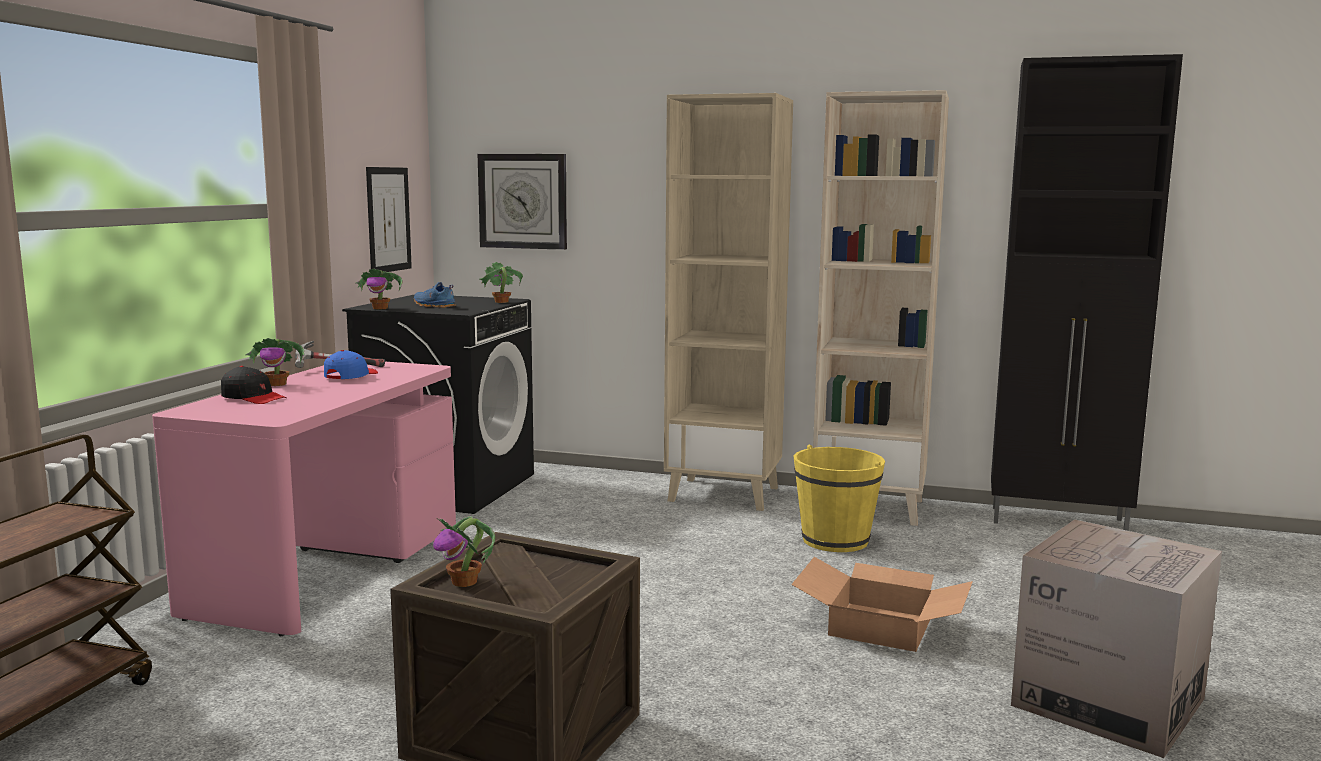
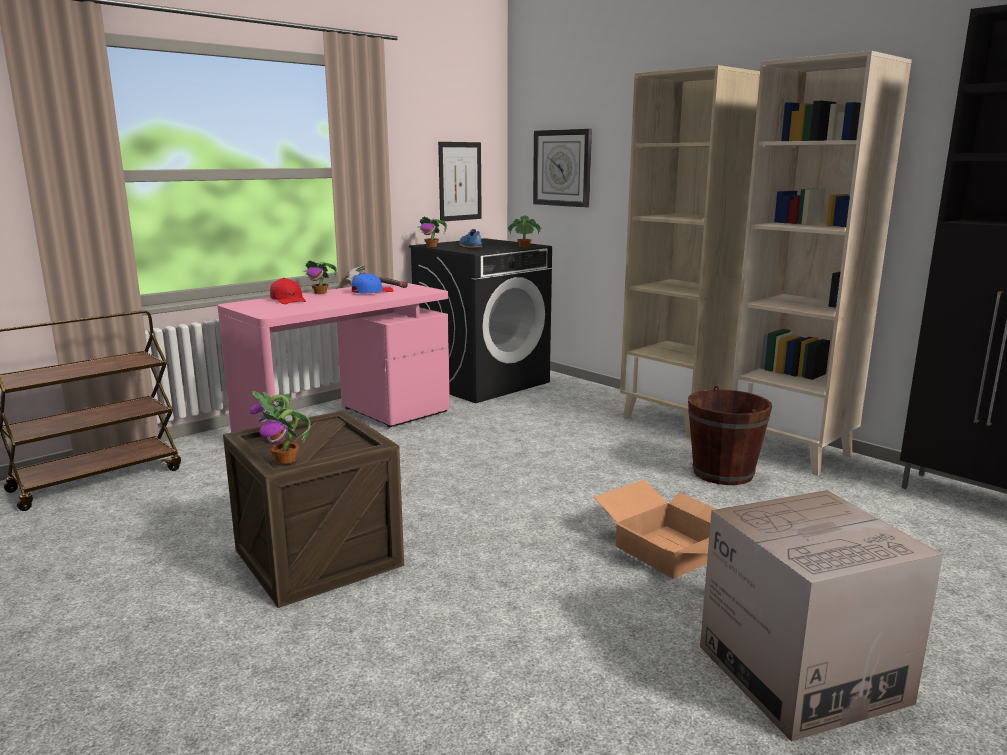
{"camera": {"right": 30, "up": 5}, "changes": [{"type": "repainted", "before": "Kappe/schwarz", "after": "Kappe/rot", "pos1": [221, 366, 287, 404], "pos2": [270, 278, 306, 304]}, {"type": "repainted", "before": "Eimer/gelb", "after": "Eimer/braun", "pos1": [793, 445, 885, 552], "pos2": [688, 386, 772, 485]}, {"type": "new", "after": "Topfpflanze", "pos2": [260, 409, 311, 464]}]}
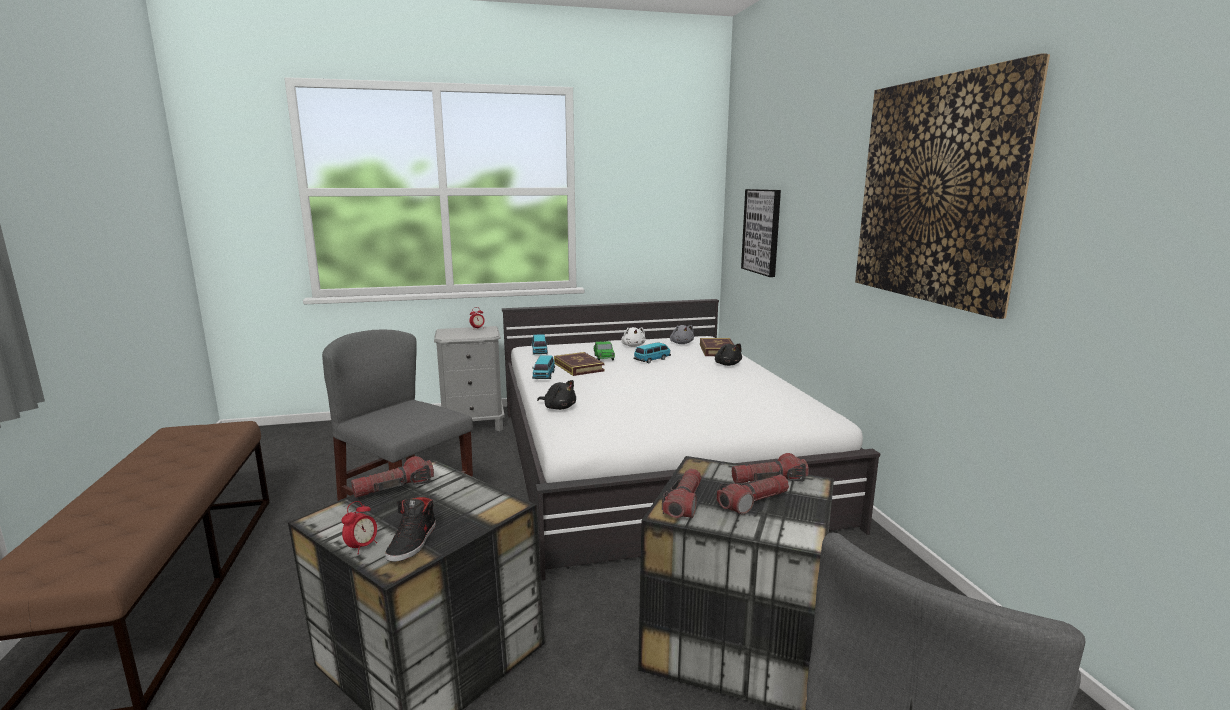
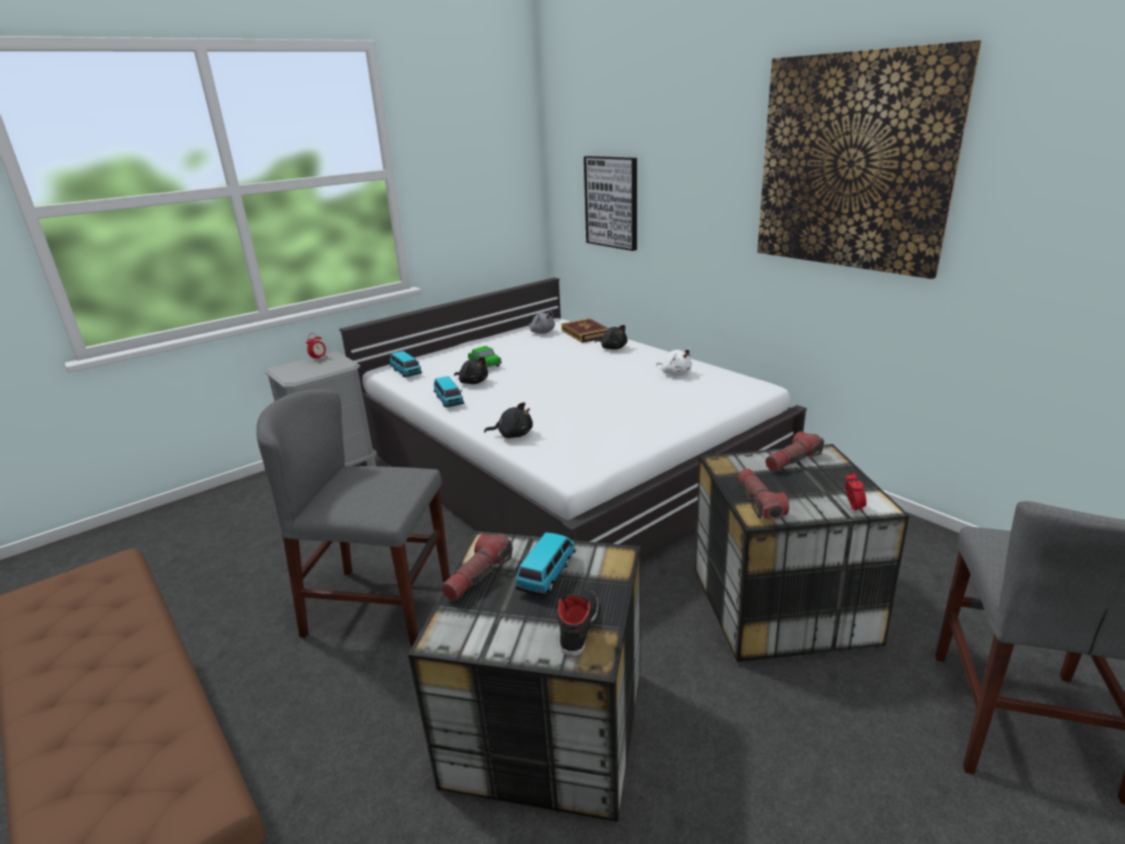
{"camera": {"right": -25, "up": 10}, "changes": [{"type": "shifted", "before": "Plüschtier/weiß", "pos1": [621, 327, 645, 347], "pos2": [656, 348, 692, 375]}, {"type": "shifted", "before": "Spielzeugauto", "pos1": [634, 342, 671, 363], "pos2": [515, 532, 576, 596]}, {"type": "swapped", "before": "Buch", "after": "Plüschtier/schwarz", "pos1": [554, 352, 605, 376], "pos2": [454, 357, 488, 384]}, {"type": "gone", "before": "Taschenlampe", "pos1": [717, 475, 789, 515]}, {"type": "rotated", "before": "Schuh/schwarz", "pos1": [385, 497, 436, 562], "pos2": [555, 590, 598, 657], "turn": -150}, {"type": "shifted", "before": "Wecker", "pos1": [341, 501, 377, 554], "pos2": [845, 471, 867, 514]}]}
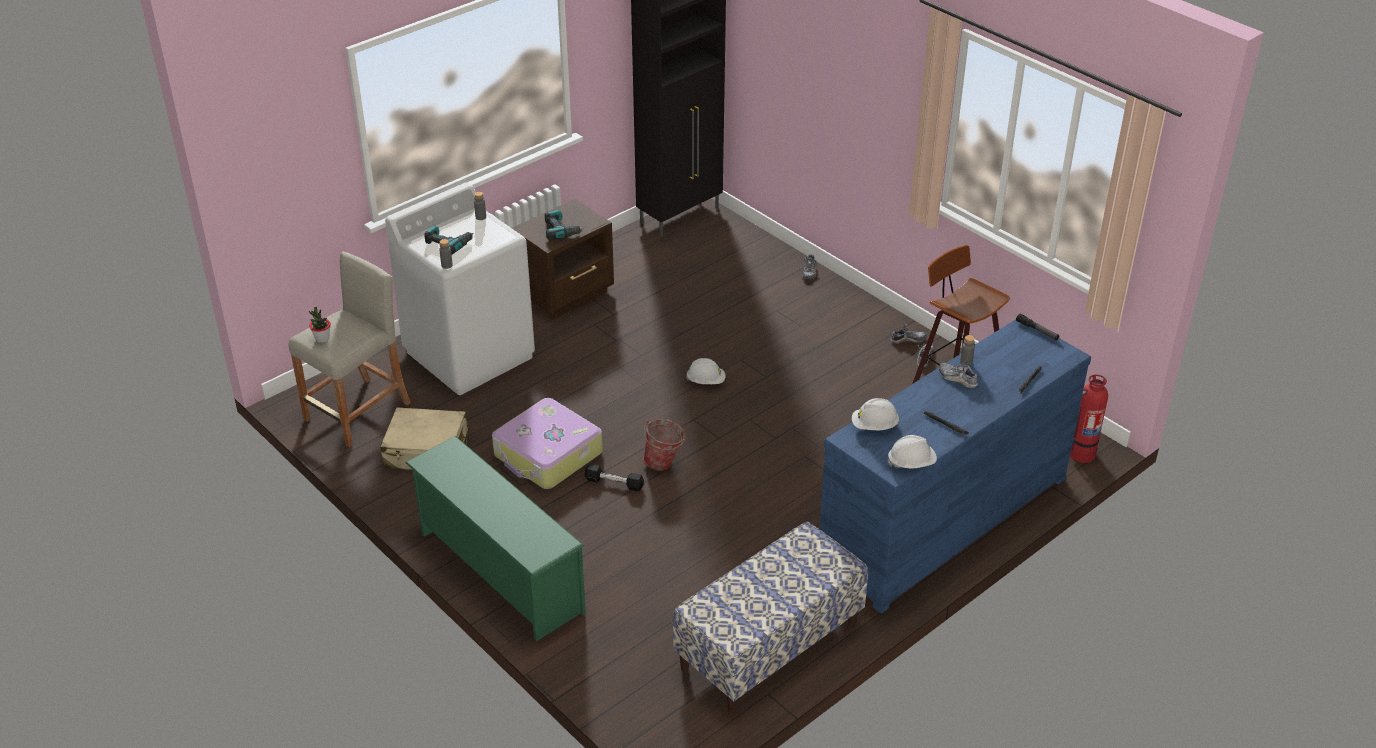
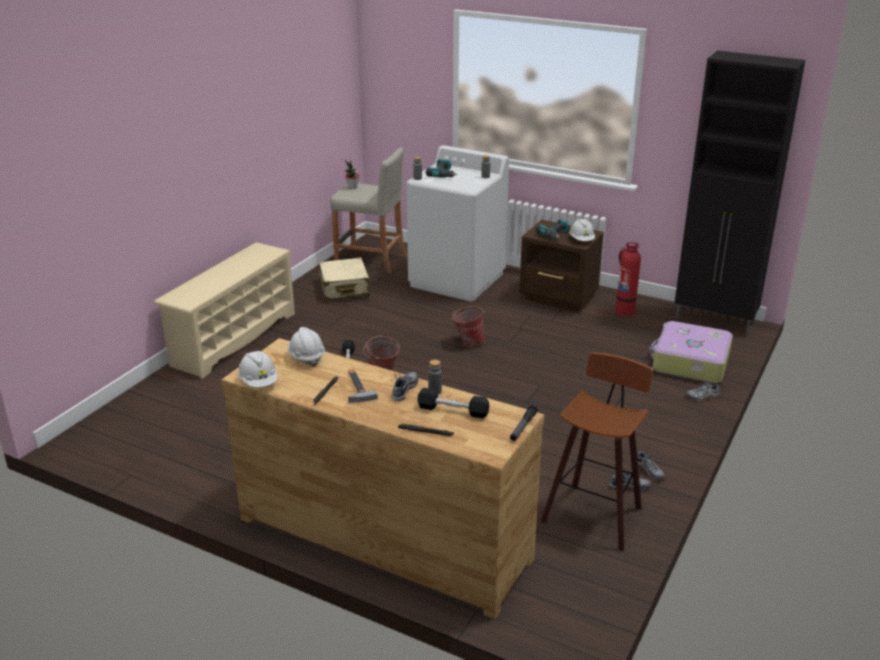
{"camera": {"right": 70, "up": -10}, "changes": [{"type": "repainted", "before": "Kommode/blau", "after": "Kommode/braun", "pos1": [819, 319, 1091, 613], "pos2": [221, 338, 544, 619]}, {"type": "shifted", "before": "Schutzhelm/weiß", "pos1": [686, 358, 726, 384], "pos2": [569, 219, 595, 241]}, {"type": "shifted", "before": "Feuerlöscher", "pos1": [1070, 375, 1108, 463], "pos2": [615, 242, 641, 316]}, {"type": "shifted", "before": "Koffer", "pos1": [492, 398, 603, 489], "pos2": [649, 321, 733, 383]}, {"type": "repainted", "before": "Schuhregal/grün", "after": "Schuhregal/beige", "pos1": [405, 436, 586, 642], "pos2": [153, 242, 295, 379]}, {"type": "gone", "before": "Bank", "pos1": [673, 522, 868, 714]}, {"type": "new", "after": "Eimer", "pos2": [451, 306, 485, 347]}, {"type": "new", "after": "Hammer", "pos2": [348, 368, 378, 402]}, {"type": "new", "after": "Hantel/schwarz", "pos2": [417, 388, 489, 418]}]}
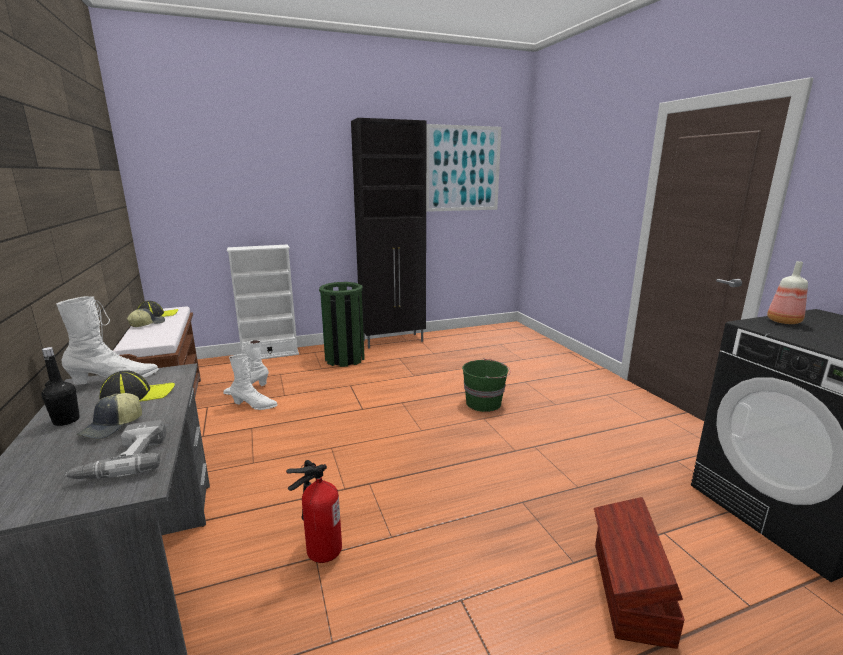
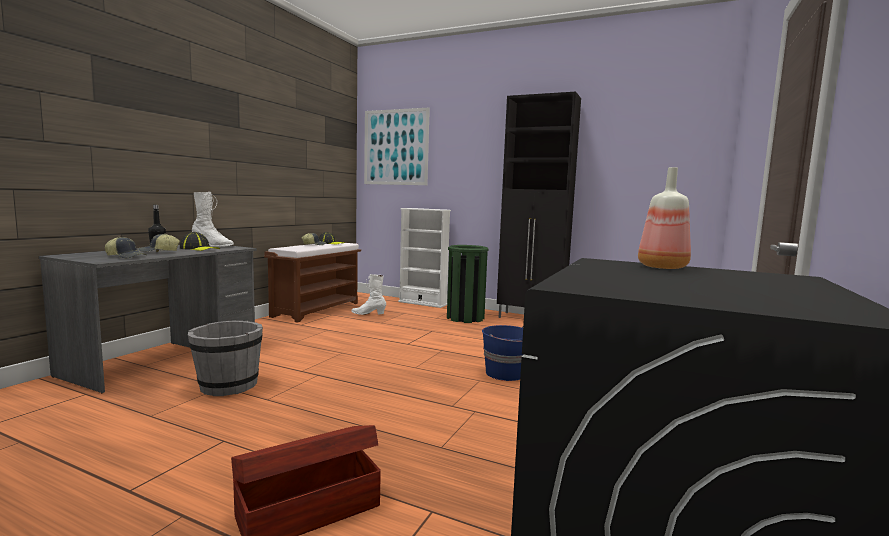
{"camera": {"right": 45, "up": -10}, "changes": [{"type": "shifted", "before": "Bild", "pos1": [426, 124, 501, 212], "pos2": [364, 108, 430, 185]}, {"type": "gone", "before": "Stiefel/weiß", "pos1": [229, 354, 278, 410]}, {"type": "repainted", "before": "Eimer/grün", "after": "Eimer/blau", "pos1": [462, 358, 511, 412], "pos2": [482, 325, 524, 381]}, {"type": "swapped", "before": "Bohrmaschine", "after": "Kappe", "pos1": [65, 421, 167, 479], "pos2": [105, 237, 147, 258]}, {"type": "swapped", "before": "Feuerlöscher", "after": "Eimer/grau", "pos1": [286, 460, 342, 563], "pos2": [188, 321, 263, 396]}]}
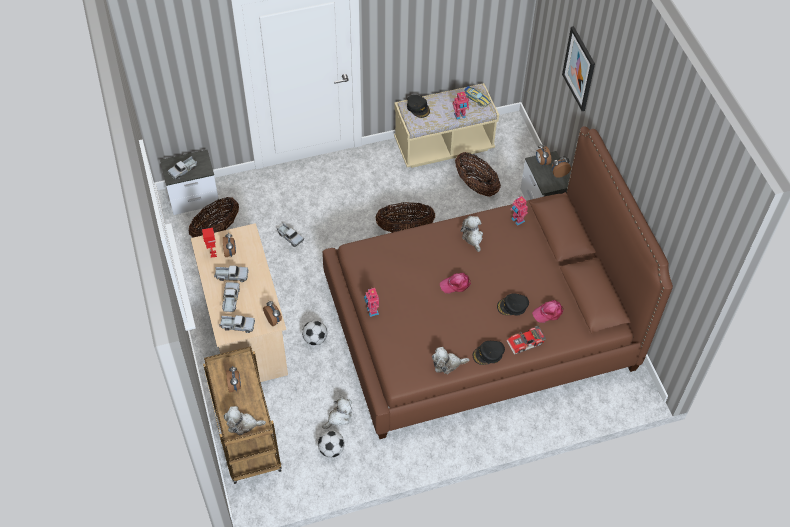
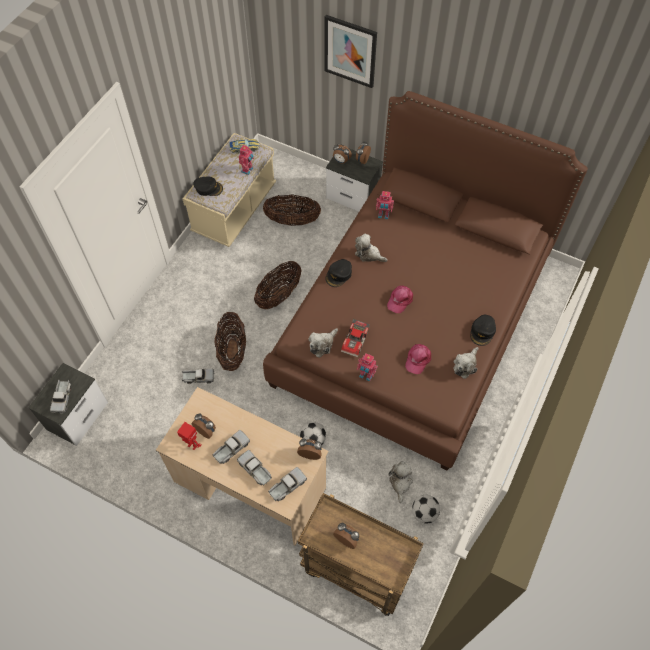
{"camera": {"right": -45, "up": 5}, "changes": [{"type": "shifted", "before": "Korb", "pos1": [189, 197, 239, 238], "pos2": [214, 312, 246, 371]}, {"type": "shifted", "before": "Kappe/schwarz", "pos1": [497, 293, 529, 316], "pos2": [325, 259, 352, 287]}, {"type": "shifted", "before": "Kappe/rosa", "pos1": [532, 300, 563, 323], "pos2": [405, 344, 431, 374]}, {"type": "shifted", "before": "Spielzeugauto", "pos1": [506, 325, 546, 355], "pos2": [341, 319, 370, 357]}, {"type": "shifted", "before": "Plüschtier", "pos1": [224, 406, 266, 435], "pos2": [308, 328, 338, 358]}]}
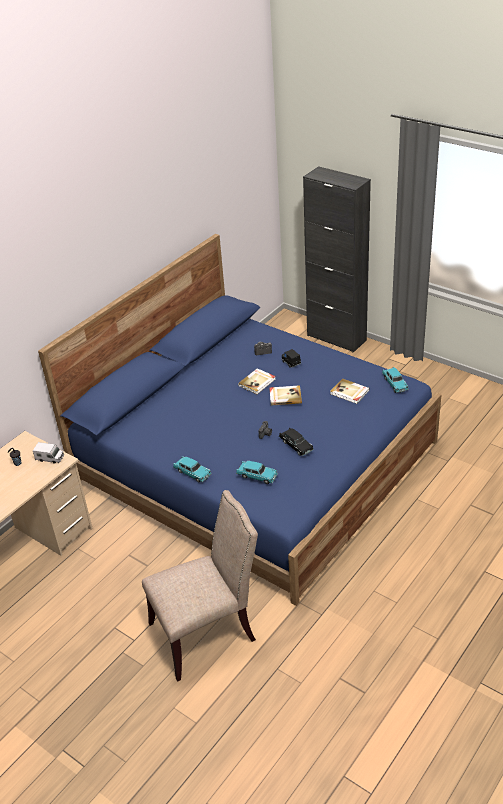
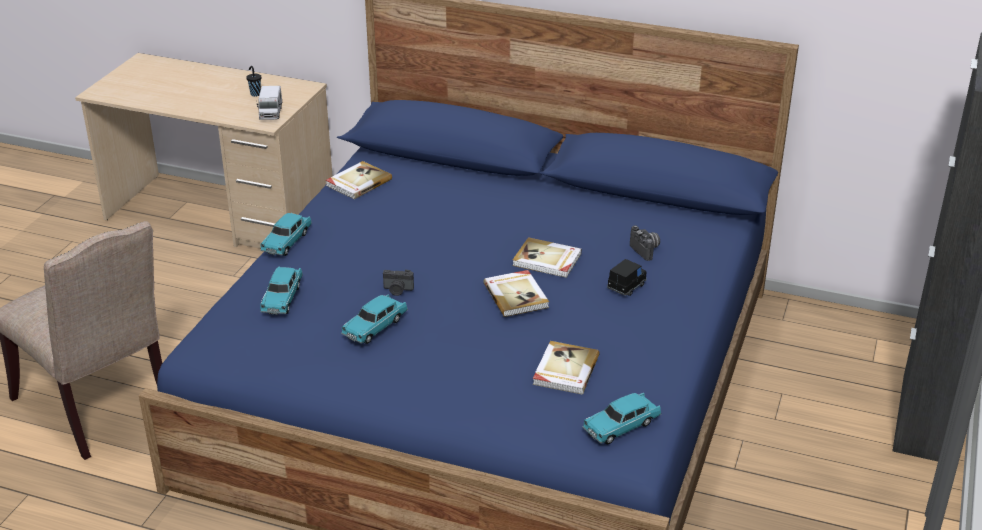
{"camera": {"right": 70, "up": -5}, "changes": [{"type": "repainted", "before": "Spielzeugauto/schwarz", "after": "Spielzeugauto/türkis", "pos1": [279, 428, 314, 456], "pos2": [341, 295, 408, 344]}, {"type": "new", "after": "Buch", "pos2": [325, 161, 392, 199]}]}
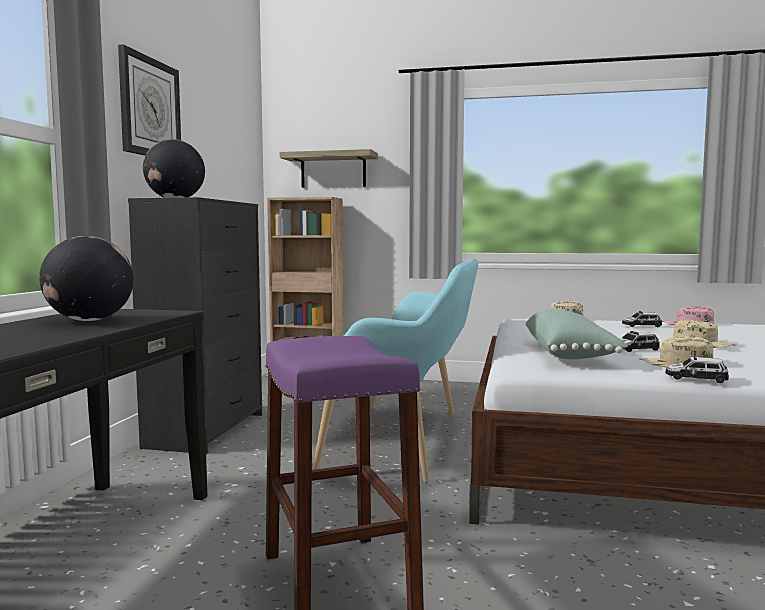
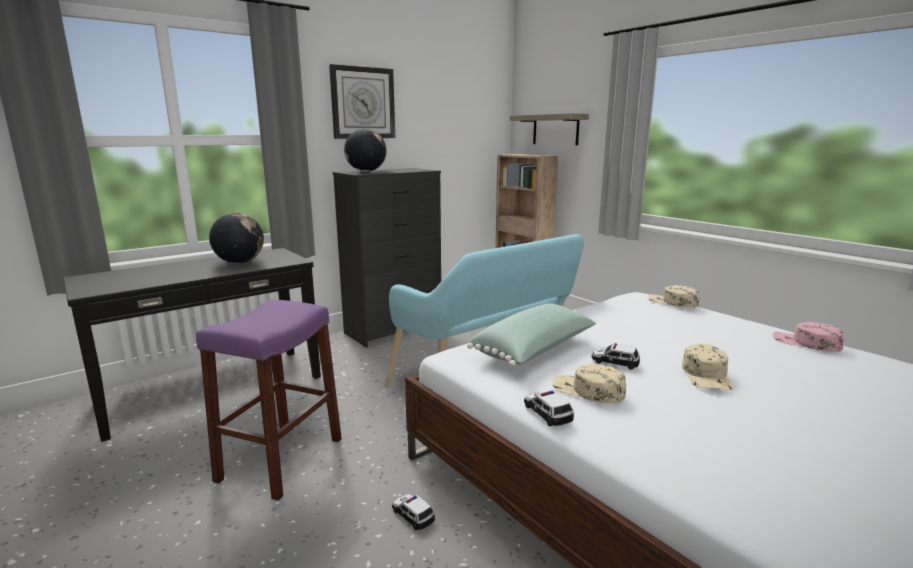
{"camera": {"right": 40, "up": 10}, "changes": [{"type": "shifted", "before": "Spielzeugauto", "pos1": [622, 311, 662, 327], "pos2": [392, 494, 435, 530]}]}
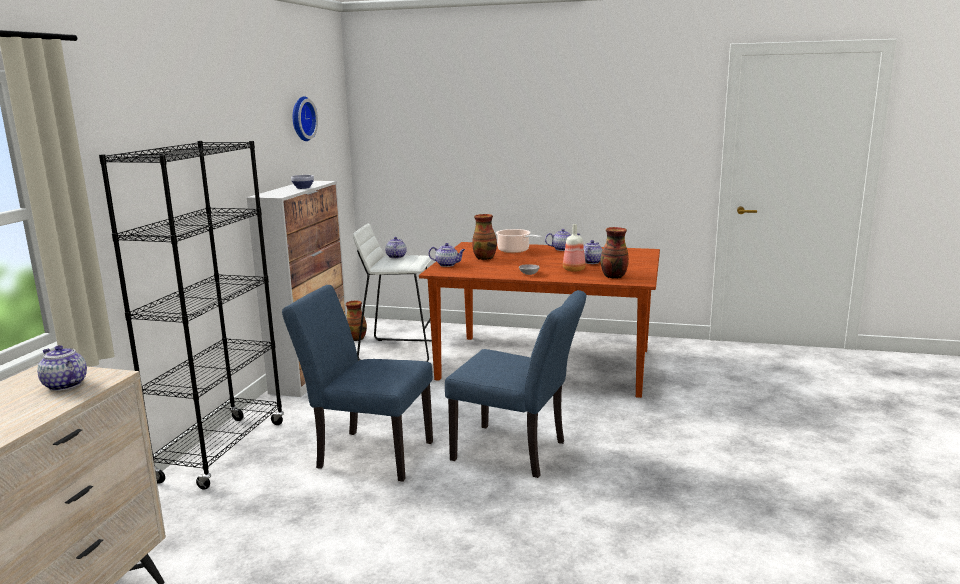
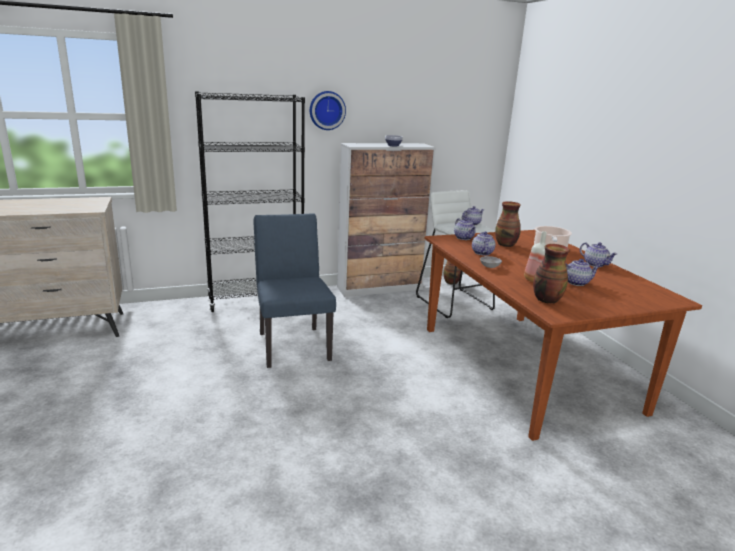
{"camera": {"right": 55, "up": 5}, "changes": [{"type": "shifted", "before": "Wanduhr", "pos1": [293, 96, 318, 141], "pos2": [310, 91, 346, 130]}, {"type": "gone", "before": "Stuhl/blau", "pos1": [445, 290, 586, 478]}, {"type": "shifted", "before": "Teekanne", "pos1": [37, 345, 87, 391], "pos2": [472, 232, 495, 256]}]}
